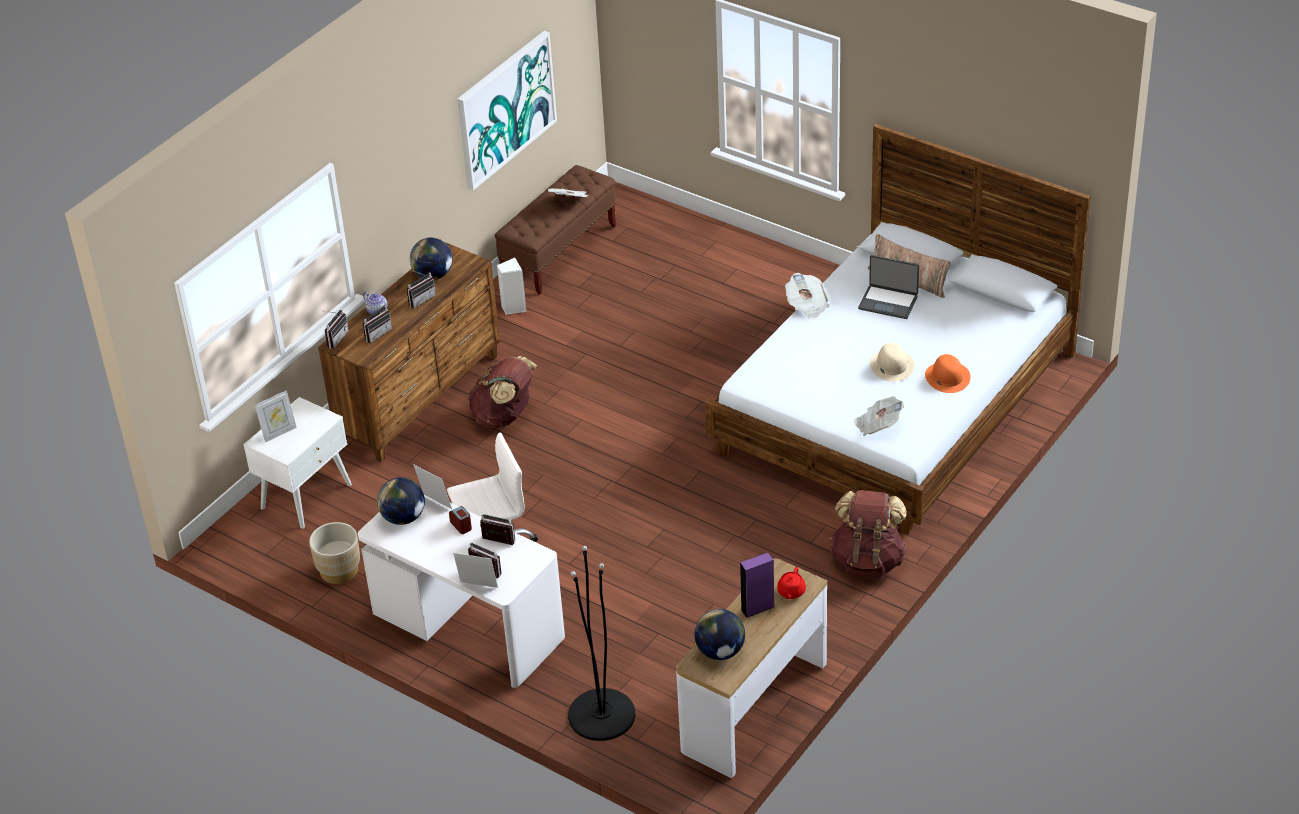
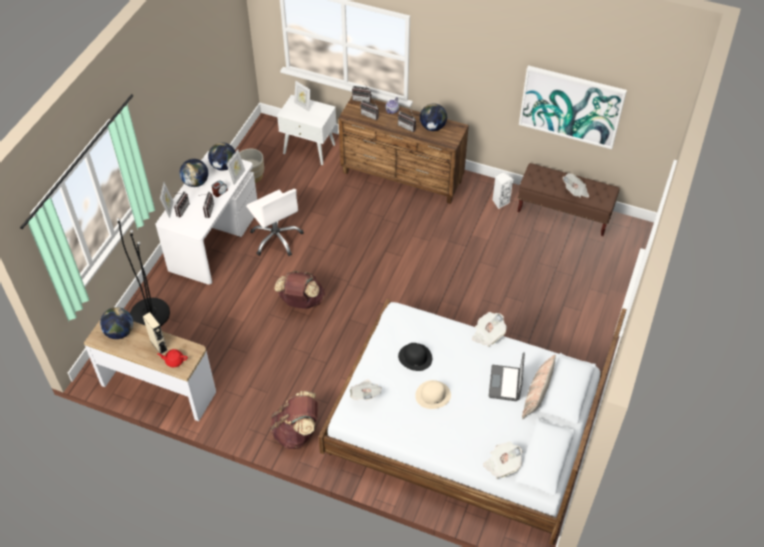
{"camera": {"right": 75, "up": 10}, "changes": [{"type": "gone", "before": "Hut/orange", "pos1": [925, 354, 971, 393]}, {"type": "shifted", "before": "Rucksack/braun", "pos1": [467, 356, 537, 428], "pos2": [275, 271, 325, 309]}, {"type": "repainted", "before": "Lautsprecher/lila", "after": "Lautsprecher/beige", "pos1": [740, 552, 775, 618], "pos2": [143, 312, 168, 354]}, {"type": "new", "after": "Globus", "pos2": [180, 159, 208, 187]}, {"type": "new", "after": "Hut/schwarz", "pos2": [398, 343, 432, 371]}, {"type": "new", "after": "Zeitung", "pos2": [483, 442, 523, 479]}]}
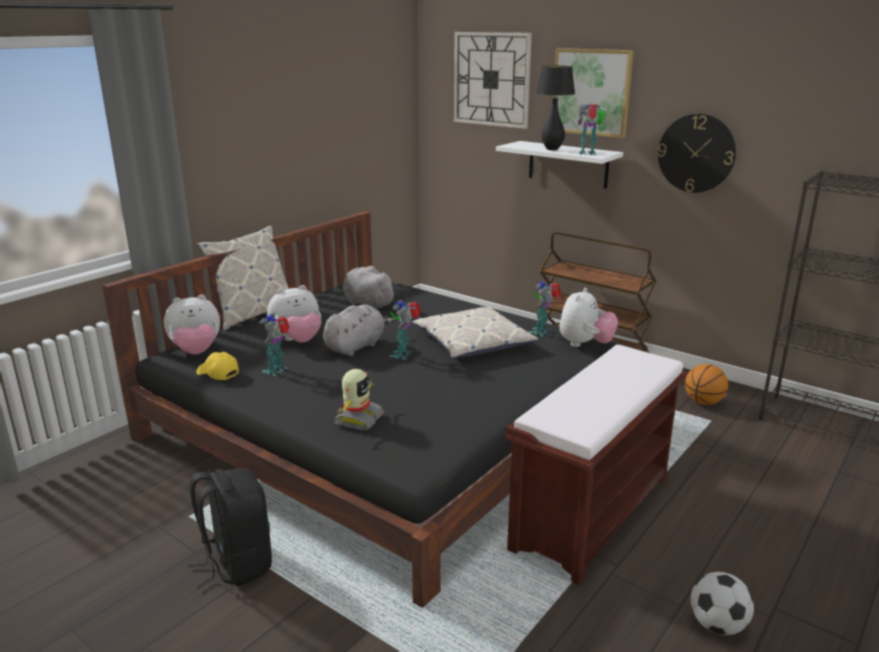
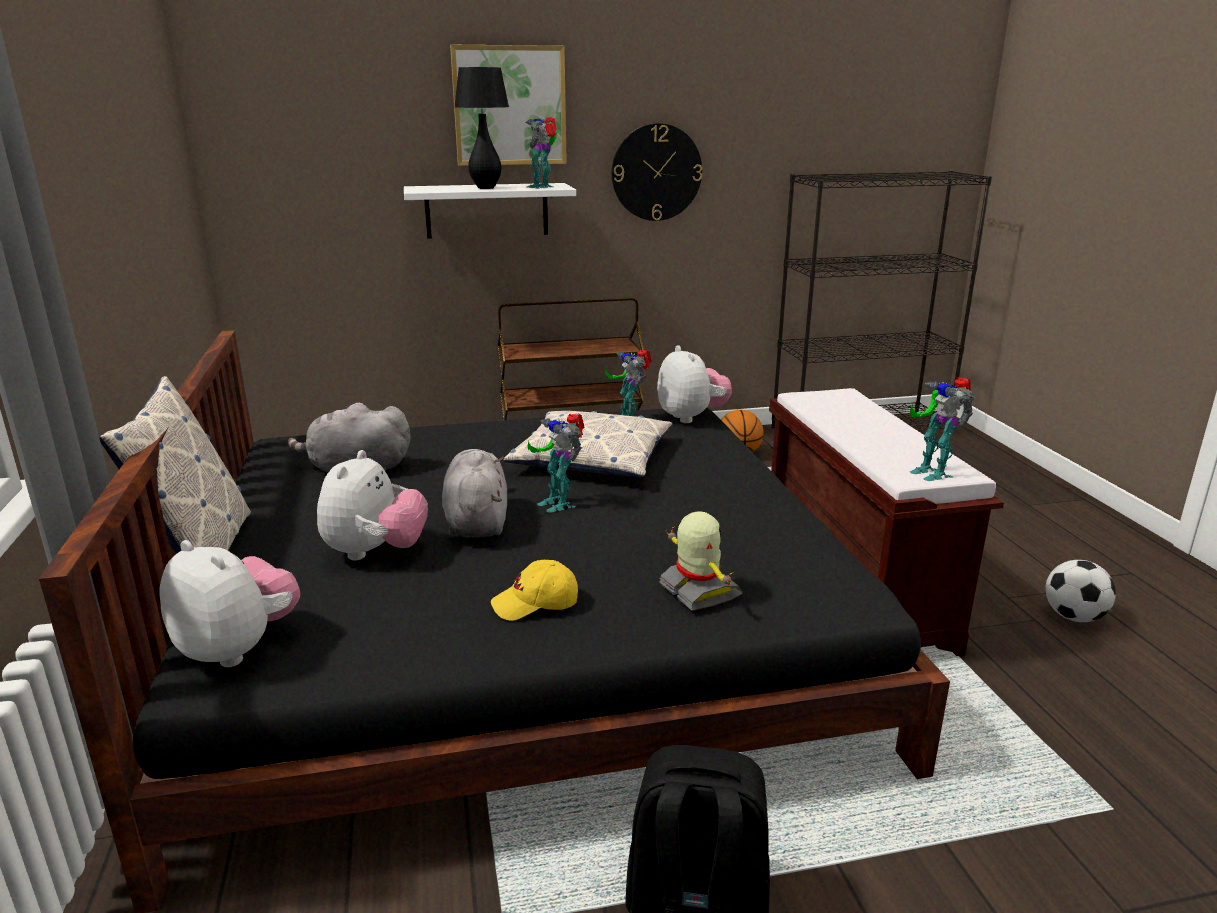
{"camera": {"right": -50, "up": 0}, "changes": [{"type": "gone", "before": "Wanduhr", "pos1": [454, 32, 532, 129]}, {"type": "rotated", "before": "Plüschtier", "pos1": [164, 295, 220, 354], "pos2": [159, 540, 300, 667], "turn": -75}, {"type": "shifted", "before": "Spielzeugroboter", "pos1": [259, 313, 290, 376], "pos2": [909, 377, 976, 481]}, {"type": "shifted", "before": "Kappe/gelb", "pos1": [196, 352, 239, 380], "pos2": [491, 560, 578, 621]}]}
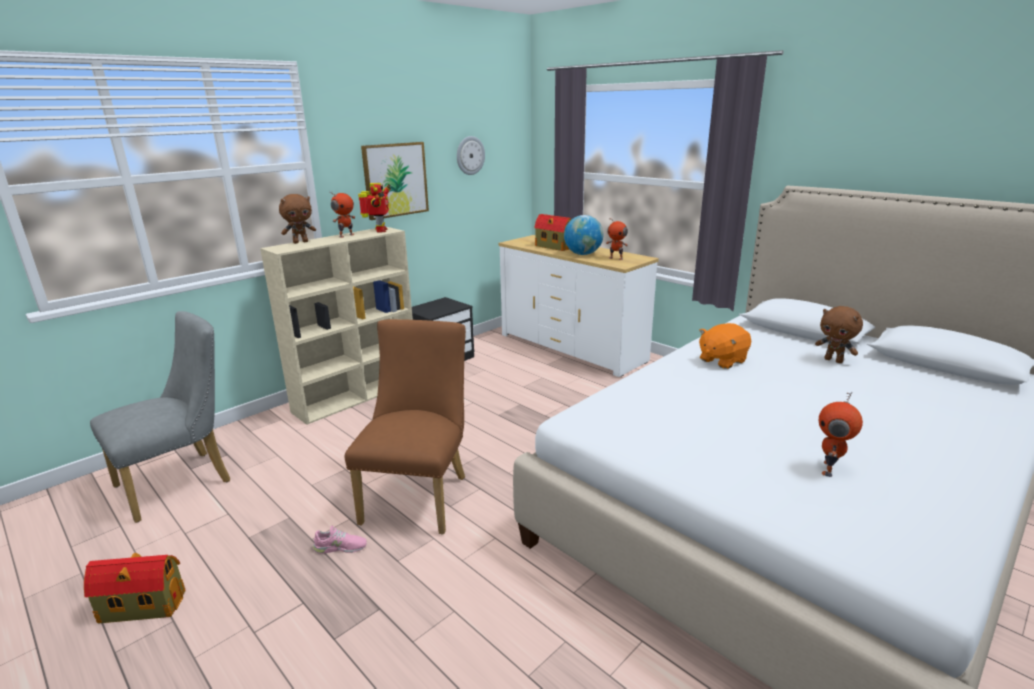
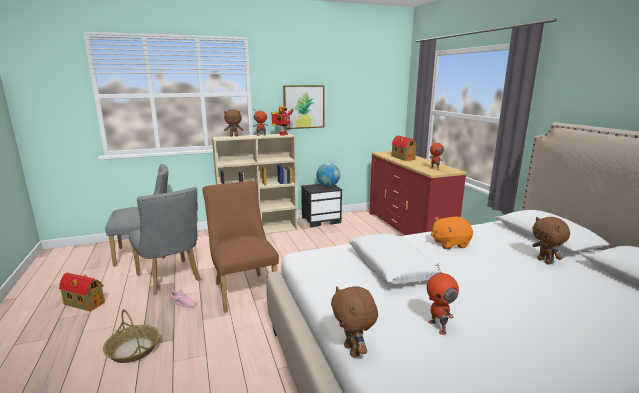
{"camera": {"right": 25, "up": -5}, "changes": [{"type": "gone", "before": "Wanduhr", "pos1": [457, 136, 485, 175]}, {"type": "shifted", "before": "Globus", "pos1": [564, 215, 603, 255], "pos2": [317, 163, 340, 187]}, {"type": "repainted", "before": "Kommode/weiß", "after": "Kommode/rot", "pos1": [499, 235, 659, 377], "pos2": [369, 151, 467, 235]}, {"type": "rotated", "before": "Stuhl/braun", "pos1": [345, 319, 466, 534], "pos2": [202, 181, 279, 313], "turn": -60}, {"type": "rotated", "before": "Spielzeugroboter", "pos1": [819, 393, 863, 477], "pos2": [427, 263, 459, 335], "turn": -75}, {"type": "new", "after": "Stuhl/grau", "pos2": [129, 187, 200, 295]}, {"type": "new", "after": "Kissen/weiß", "pos2": [349, 234, 441, 285]}, {"type": "new", "after": "Plüschtier/braun", "pos2": [331, 286, 378, 357]}, {"type": "new", "after": "Korb", "pos2": [103, 309, 159, 363]}]}
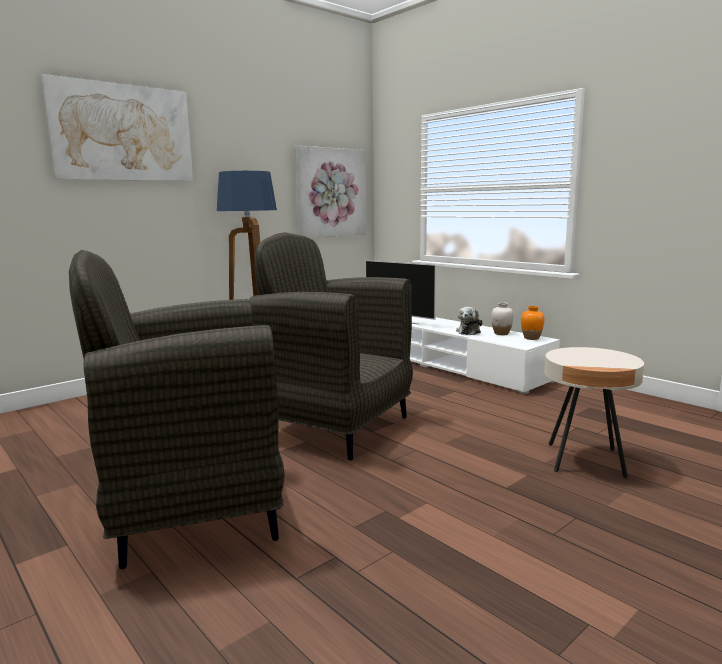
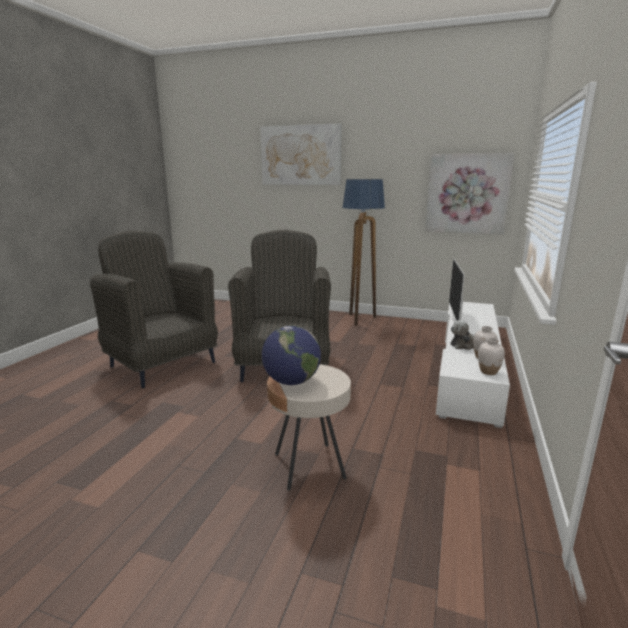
{"camera": {"right": 60, "up": 5}, "changes": [{"type": "repainted", "before": "Vase/orange", "after": "Vase/weiß", "pos1": [521, 306, 544, 340], "pos2": [478, 338, 505, 375]}, {"type": "new", "after": "Globus", "pos2": [262, 325, 321, 385]}]}
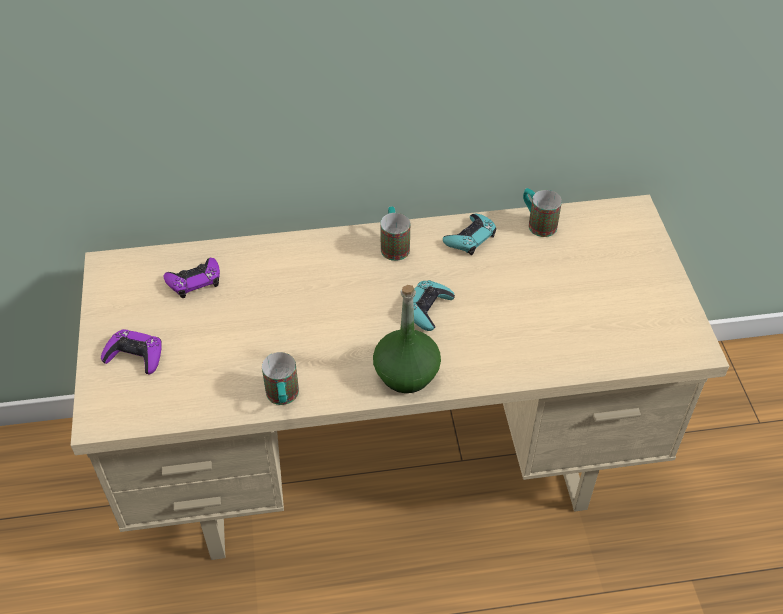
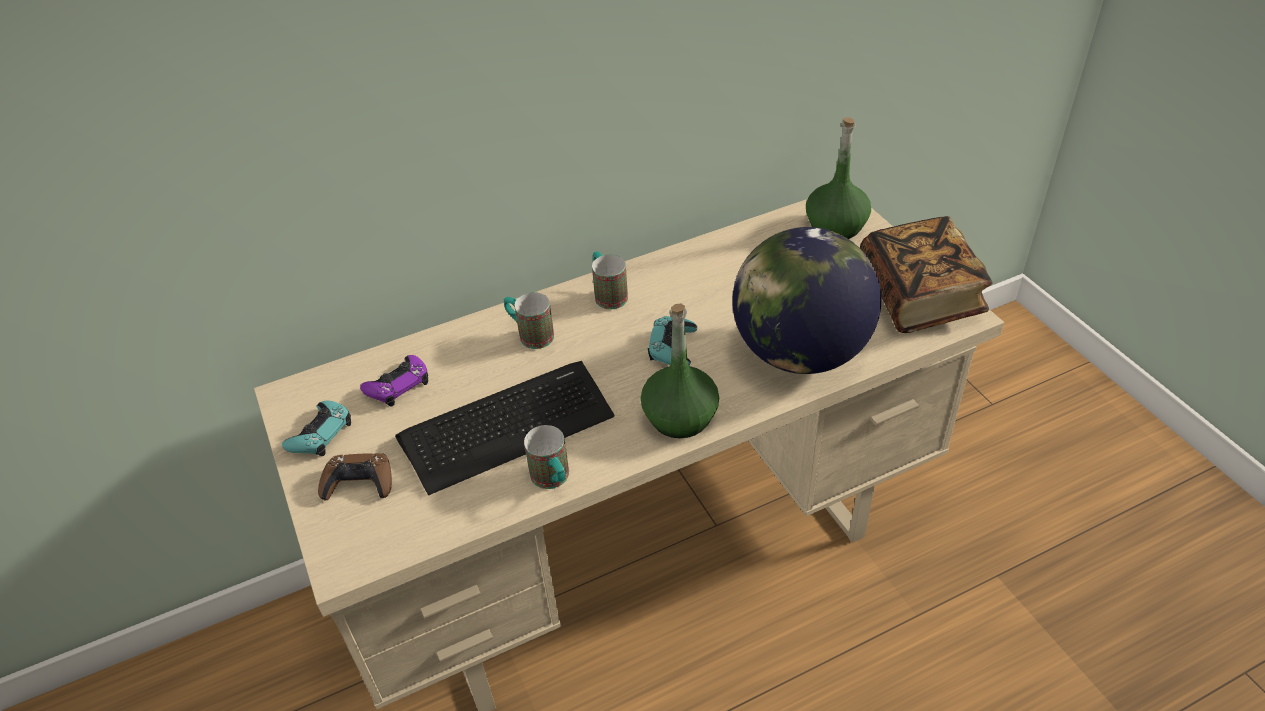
{"camera": {"right": -15, "up": -5}, "changes": [{"type": "shifted", "before": "Henkelbecher", "pos1": [523, 188, 562, 237], "pos2": [504, 292, 554, 349]}, {"type": "shifted", "before": "Gamepad/türkis", "pos1": [443, 214, 497, 255], "pos2": [282, 401, 351, 456]}, {"type": "repainted", "before": "Gamepad/lila", "after": "Gamepad/braun", "pos1": [101, 329, 162, 374], "pos2": [318, 453, 392, 500]}, {"type": "new", "after": "Flasche/grün", "pos2": [806, 117, 871, 239]}, {"type": "new", "after": "Buch", "pos2": [860, 216, 992, 333]}, {"type": "new", "after": "Globus", "pos2": [733, 227, 881, 374]}, {"type": "new", "after": "Tastatur", "pos2": [395, 361, 614, 495]}]}
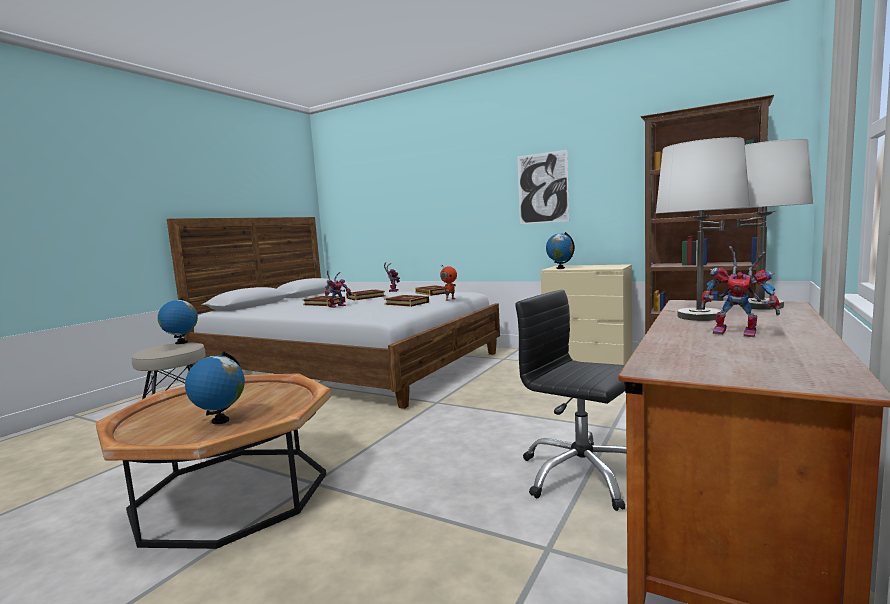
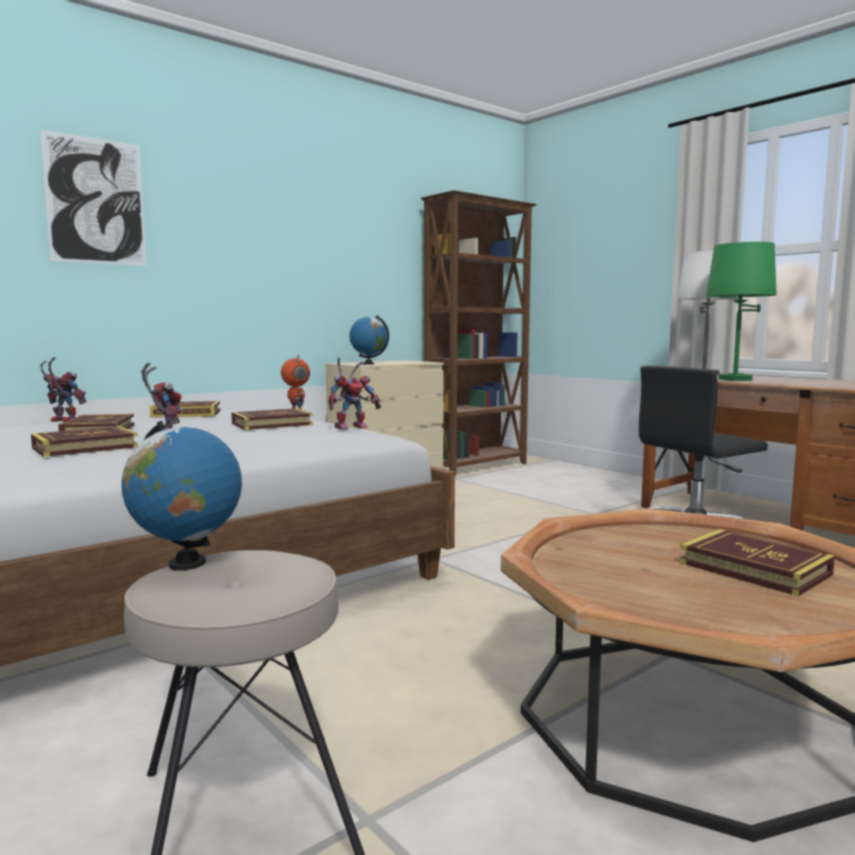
{"camera": {"right": -70, "up": 0}, "changes": [{"type": "repainted", "before": "Tischlampe/weiß", "after": "Tischlampe/grün", "pos1": [656, 137, 750, 321], "pos2": [706, 242, 777, 381]}, {"type": "shifted", "before": "Bild", "pos1": [517, 150, 569, 224], "pos2": [40, 129, 146, 266]}, {"type": "shifted", "before": "Spielzeugroboter", "pos1": [701, 246, 780, 337], "pos2": [328, 357, 381, 430]}, {"type": "swapped", "before": "Globus", "after": "Buch", "pos1": [185, 351, 245, 424], "pos2": [679, 529, 835, 596]}]}
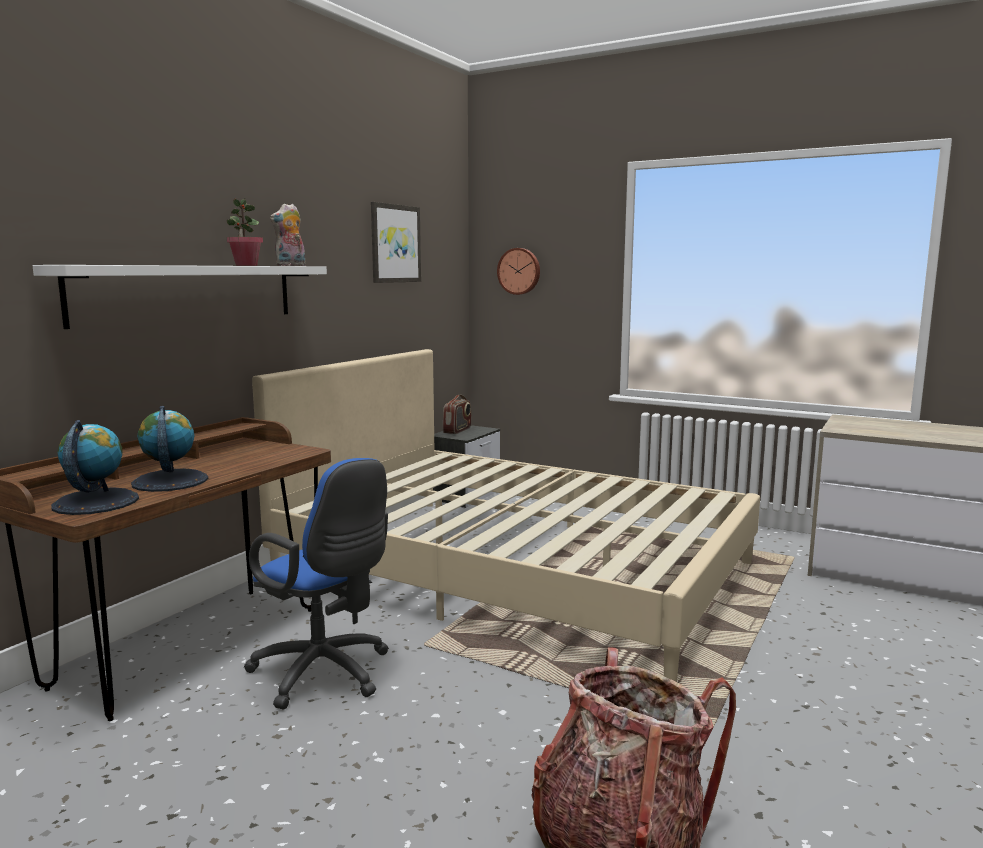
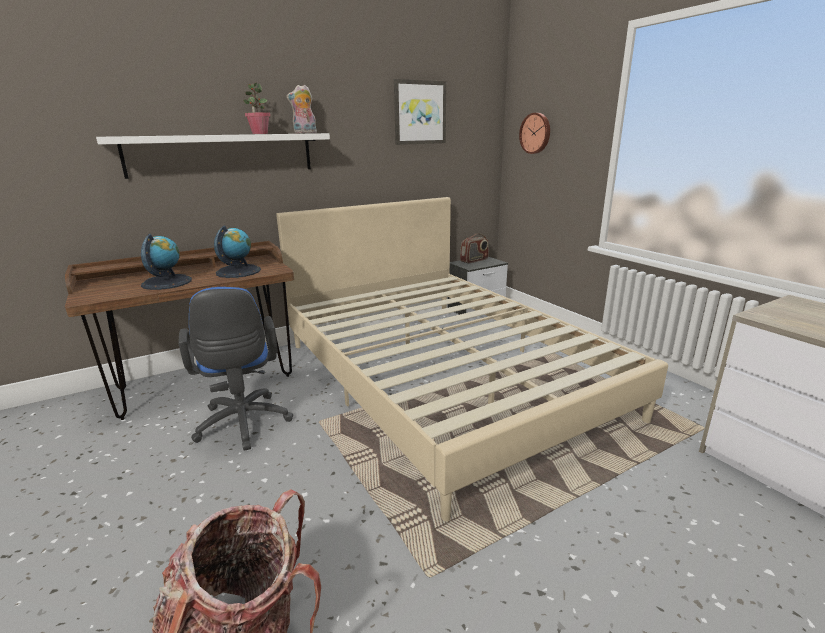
{"camera": {"right": 30, "up": 10}, "changes": [{"type": "shifted", "before": "Globus", "pos1": [51, 420, 139, 515], "pos2": [214, 225, 261, 278]}]}
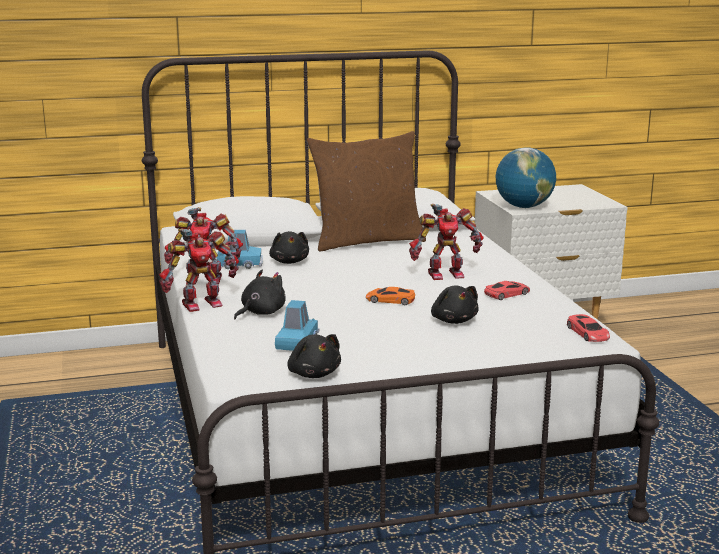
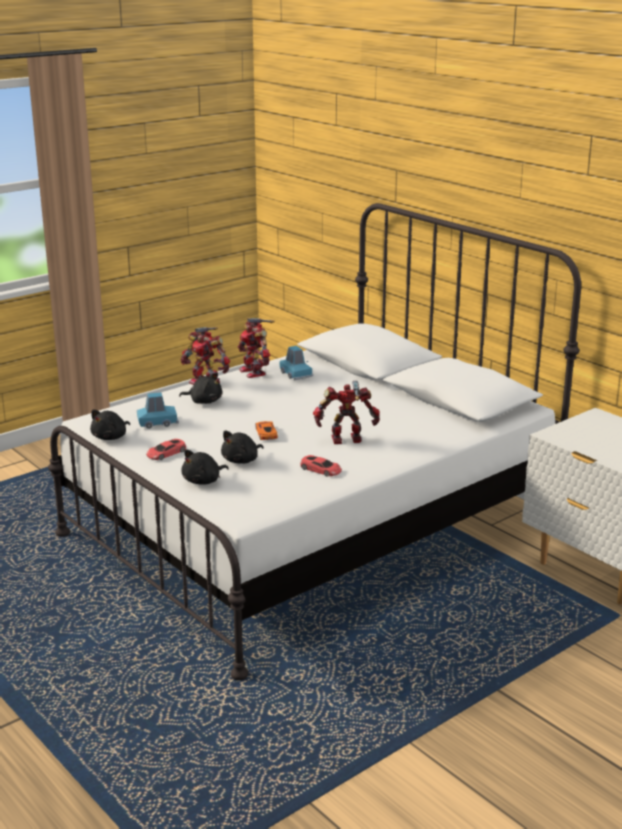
{"camera": {"right": 65, "up": 5}, "changes": [{"type": "gone", "before": "Kissen/braun", "pos1": [307, 131, 426, 251]}, {"type": "gone", "before": "Globus", "pos1": [495, 147, 556, 208]}, {"type": "rotated", "before": "Spielzeugroboter", "pos1": [409, 204, 483, 280], "pos2": [313, 381, 380, 444], "turn": 120}, {"type": "shifted", "before": "Plüschtier/schwarz", "pos1": [269, 231, 309, 264], "pos2": [181, 449, 229, 485]}, {"type": "shifted", "before": "Spielzeugauto/rot", "pos1": [567, 314, 610, 342], "pos2": [146, 439, 186, 460]}]}
